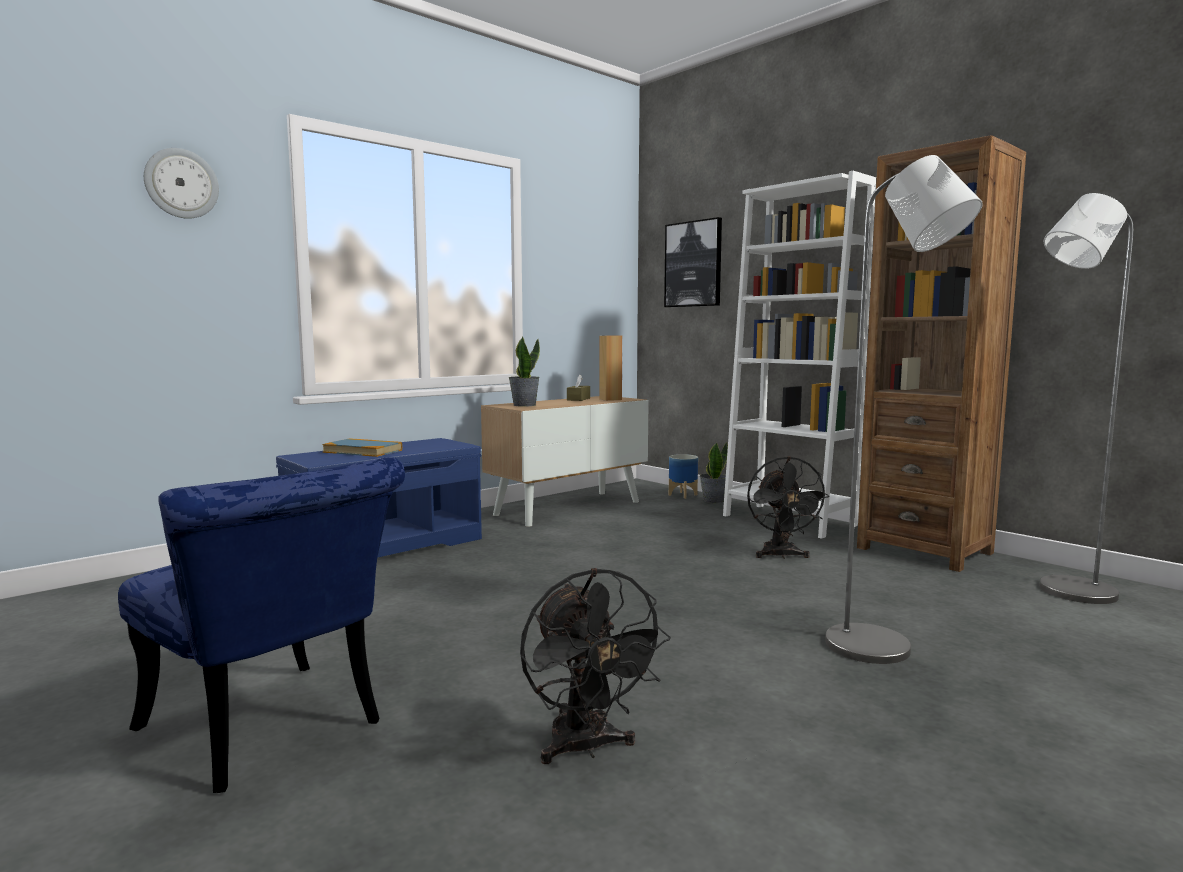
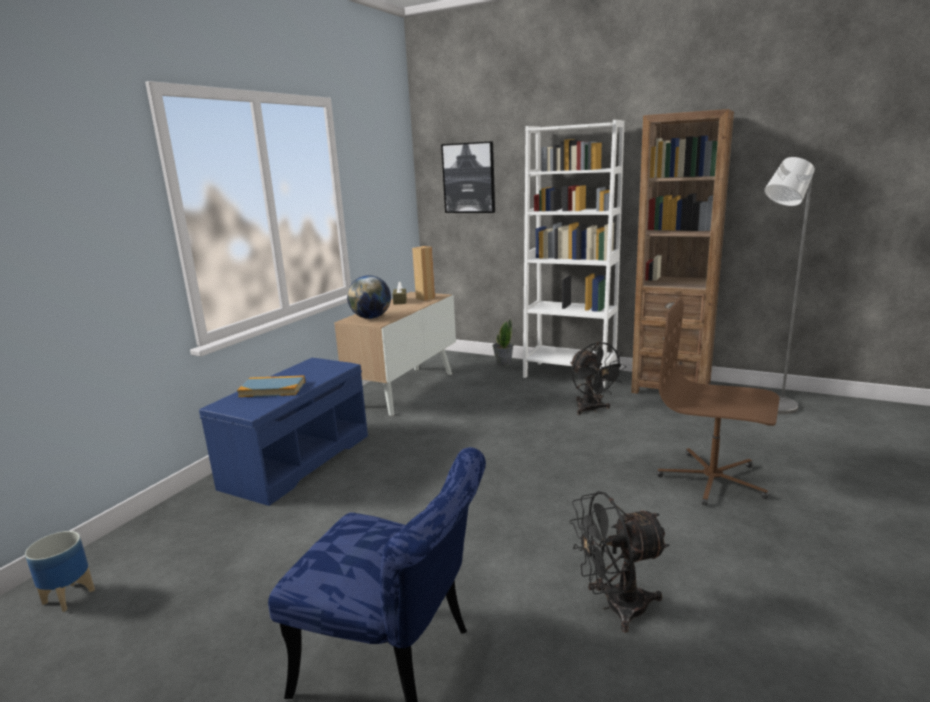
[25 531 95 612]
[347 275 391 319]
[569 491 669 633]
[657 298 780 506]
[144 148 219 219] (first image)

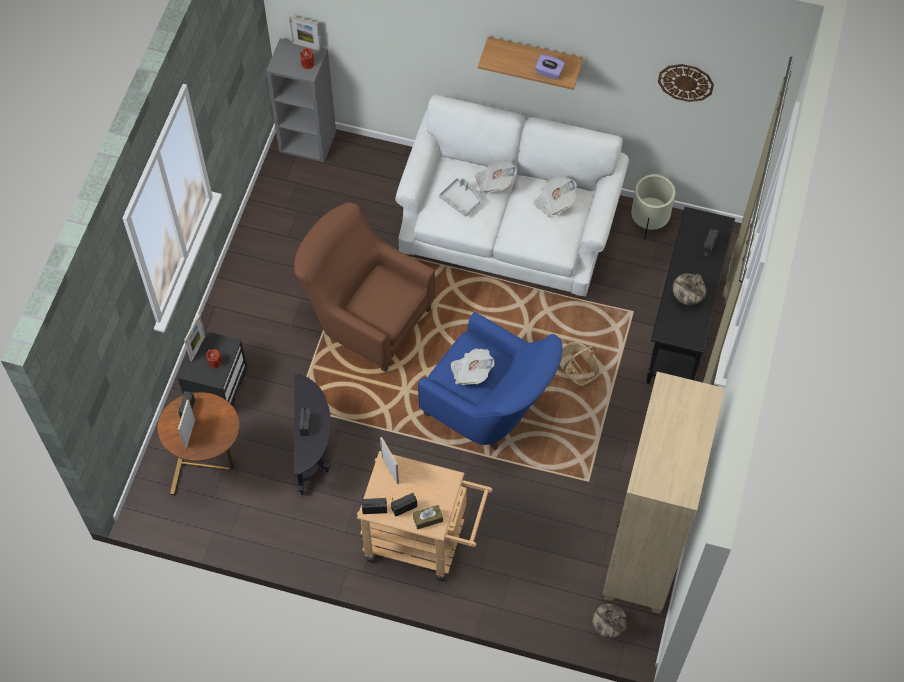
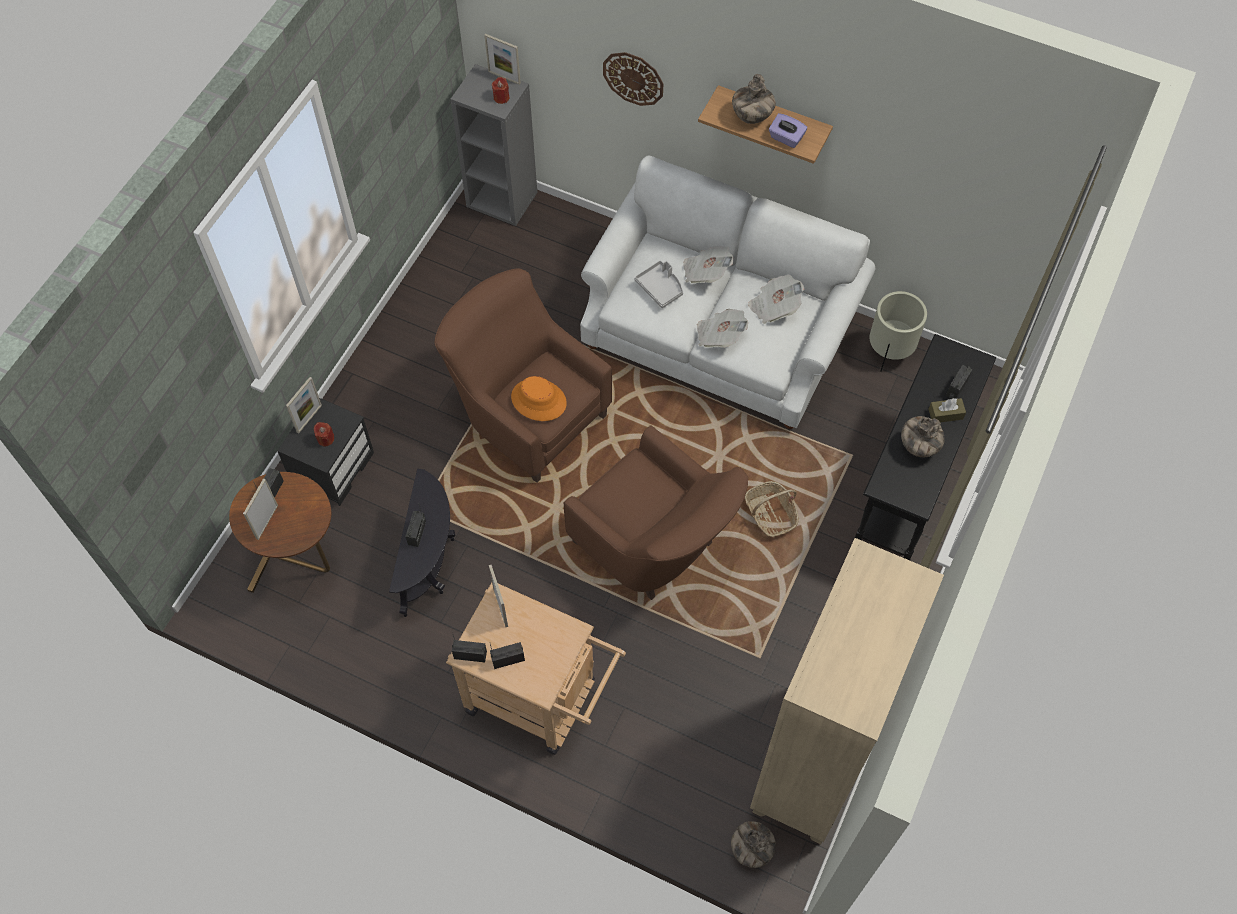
[511 376 567 421]
[564 425 748 600]
[603 52 663 106]
[697 309 748 348]
[732 74 776 124]
[928 398 966 422]

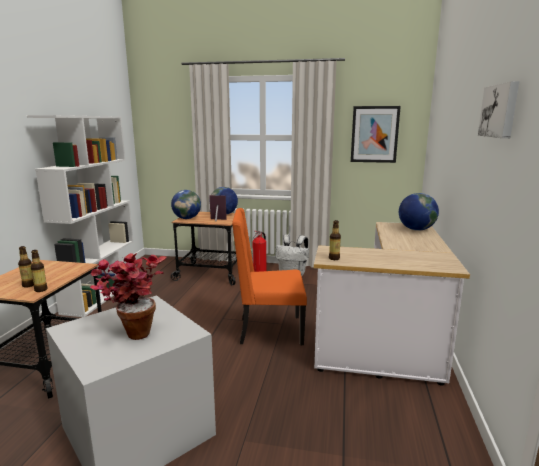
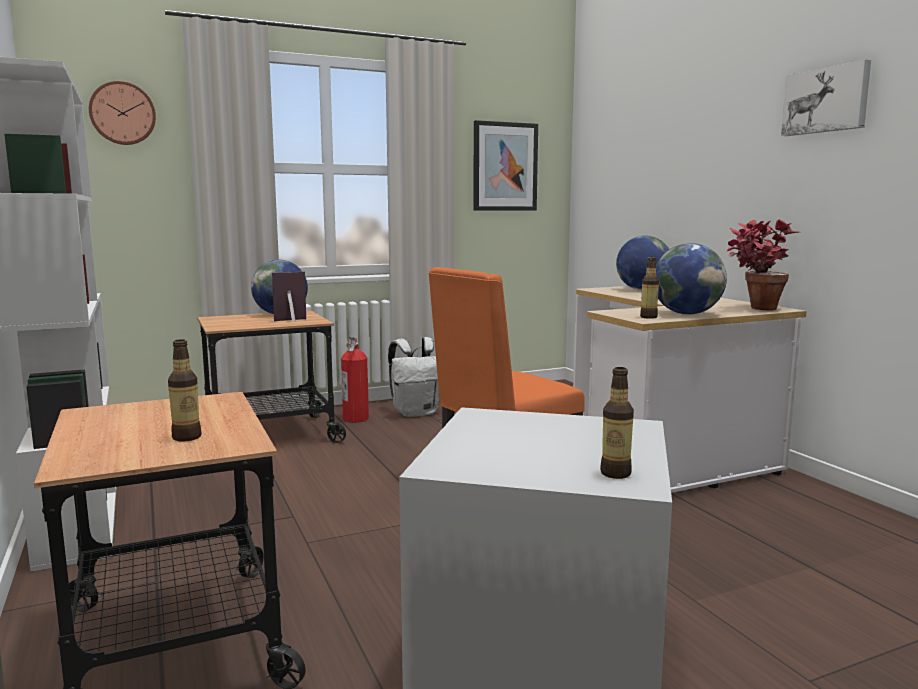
[89 81 156 145]
[600 367 634 479]
[656 243 727 314]
[727 219 799 311]

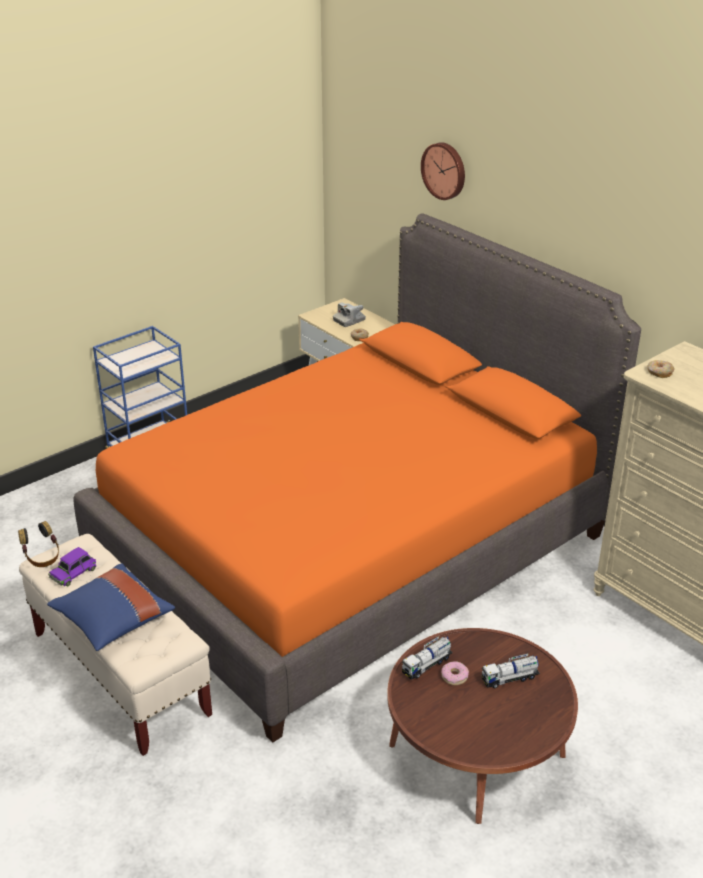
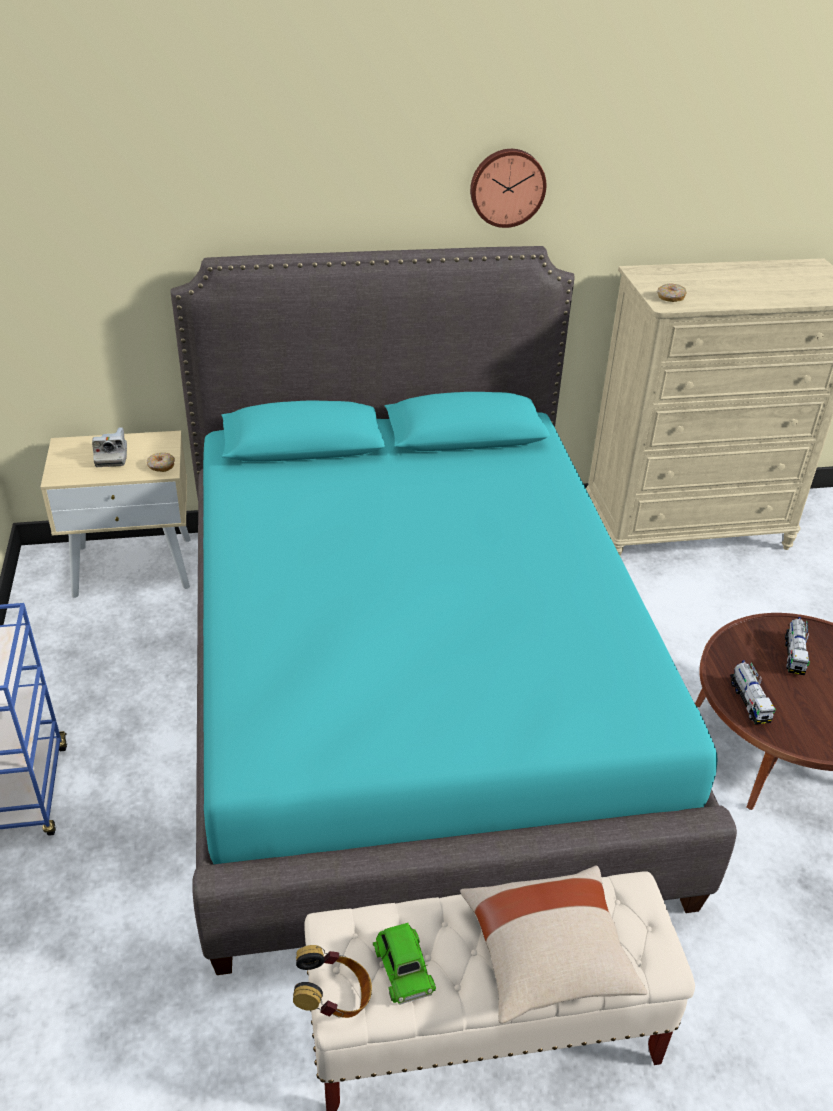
[171 246 737 975]
[373 923 436 1005]
[460 866 648 1024]
[470 149 546 228]
[441 661 469 685] (first image)

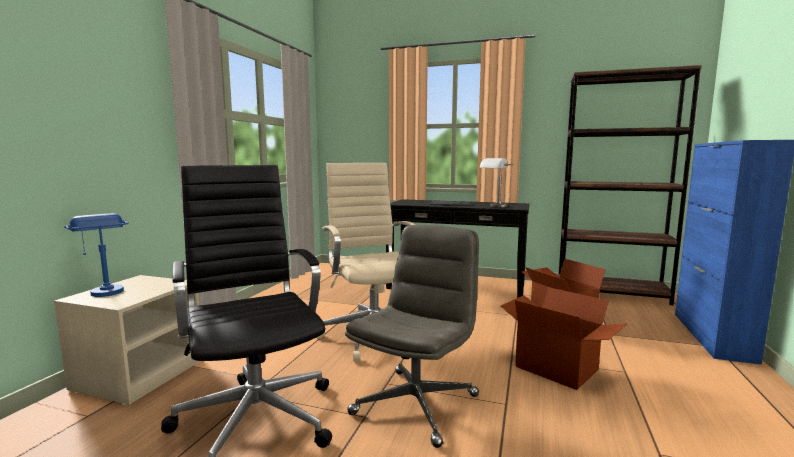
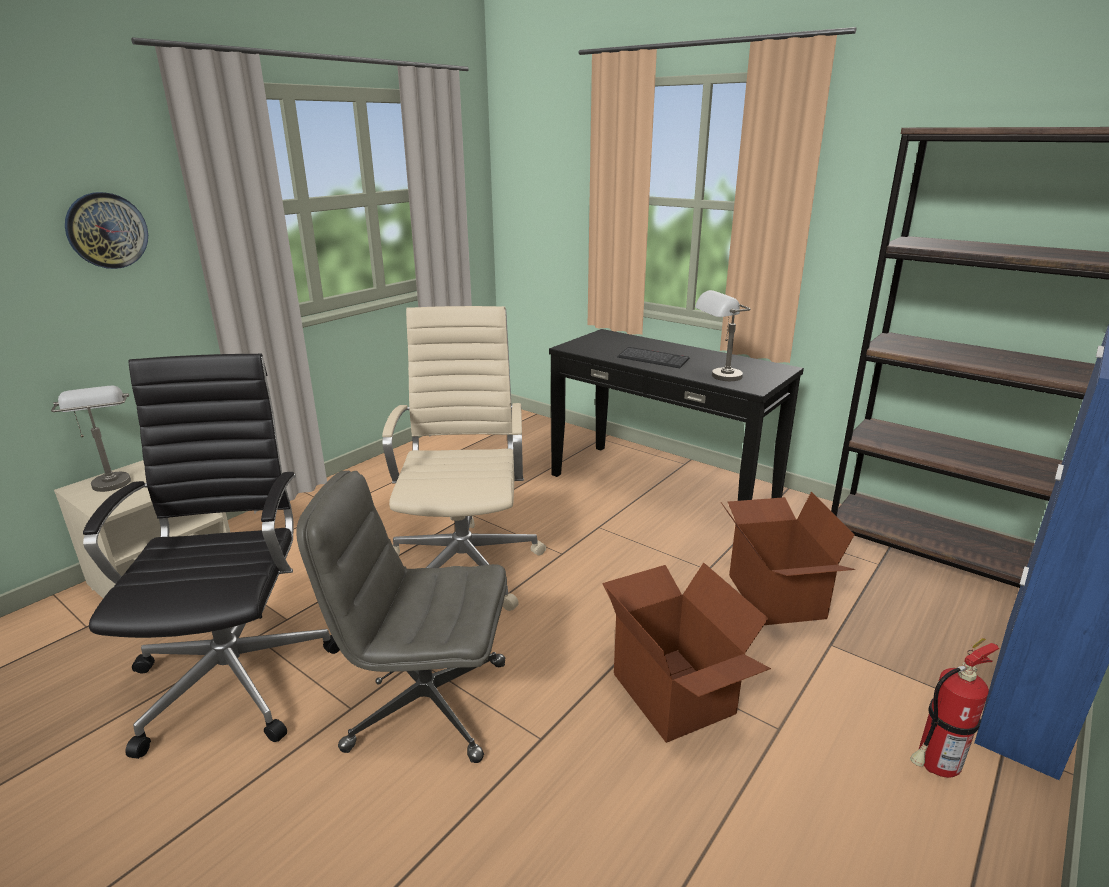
[51 386 131 492]
[65 192 148 269]
[296 471 507 763]
[910 638 999 778]

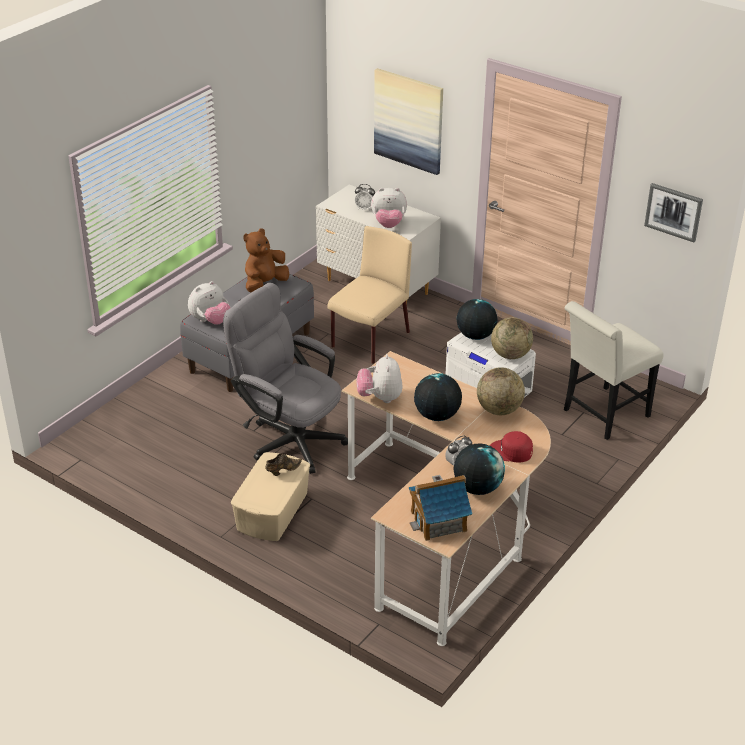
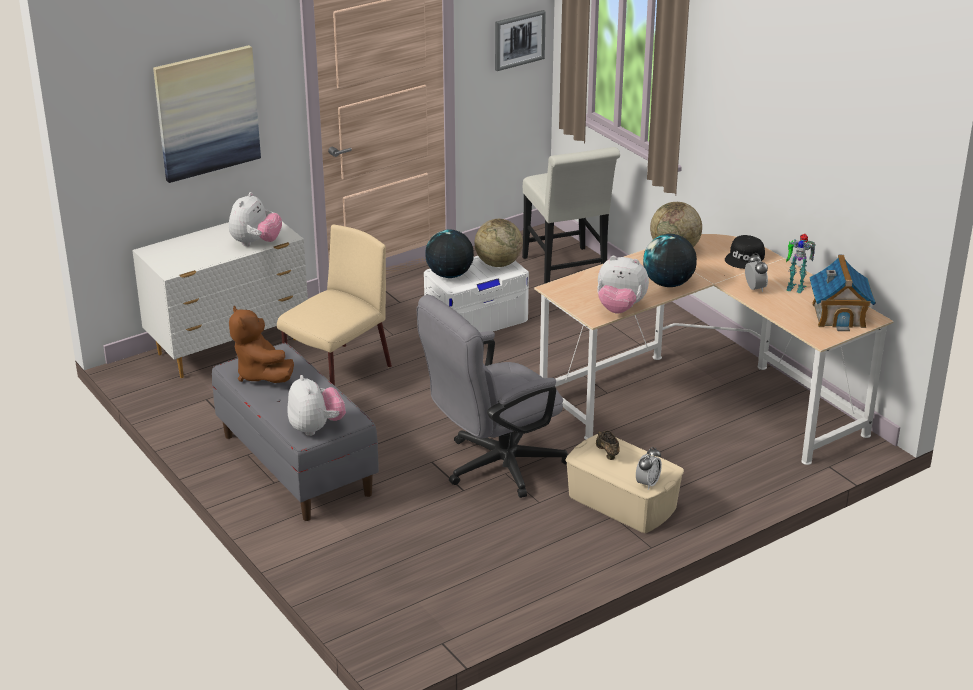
[277 225 392 386]
[636 447 662 490]
[725 235 765 269]
[786 234 816 293]

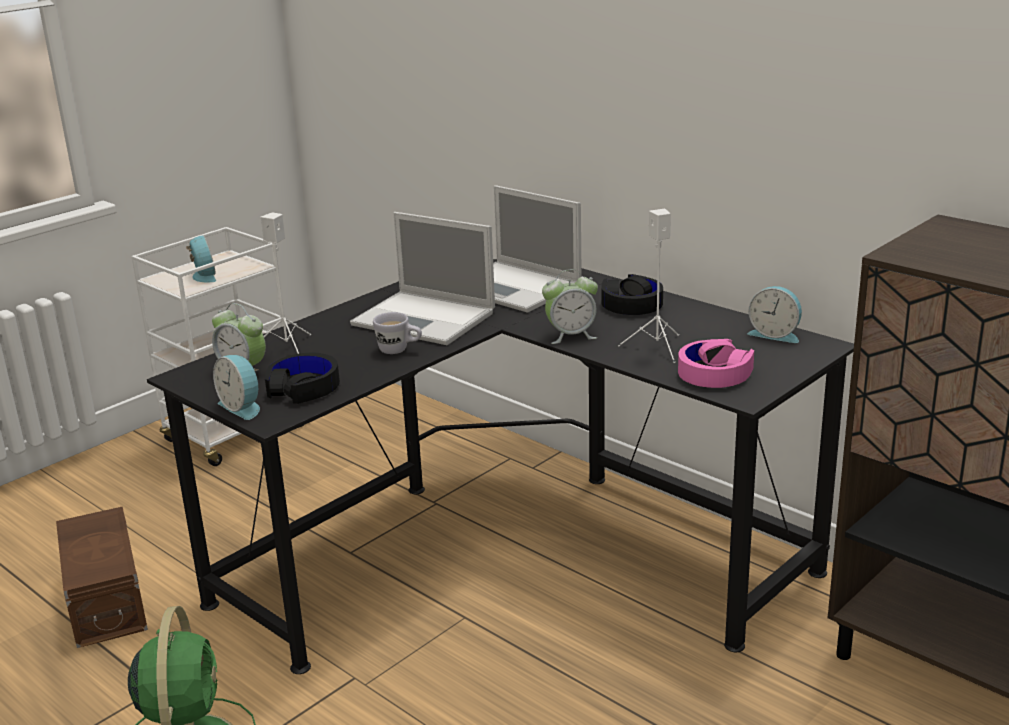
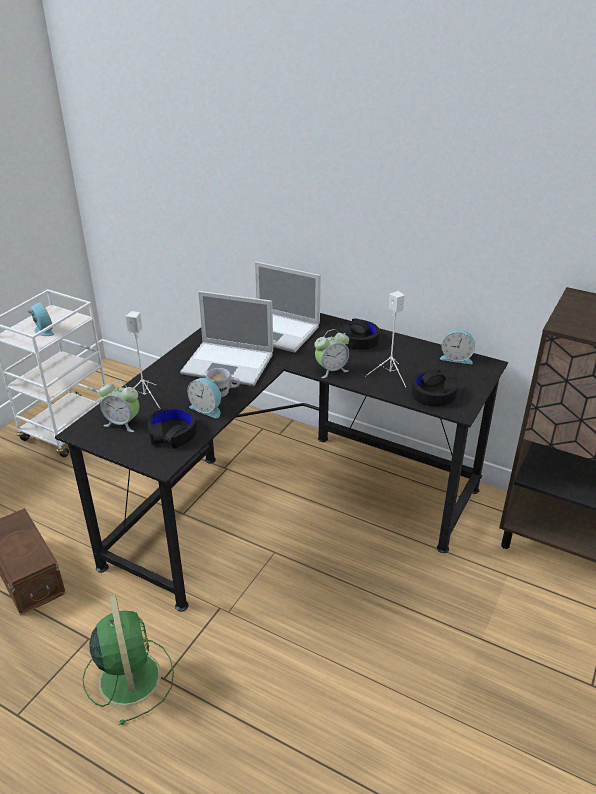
[187 378 221 418]
[411 369 458 406]

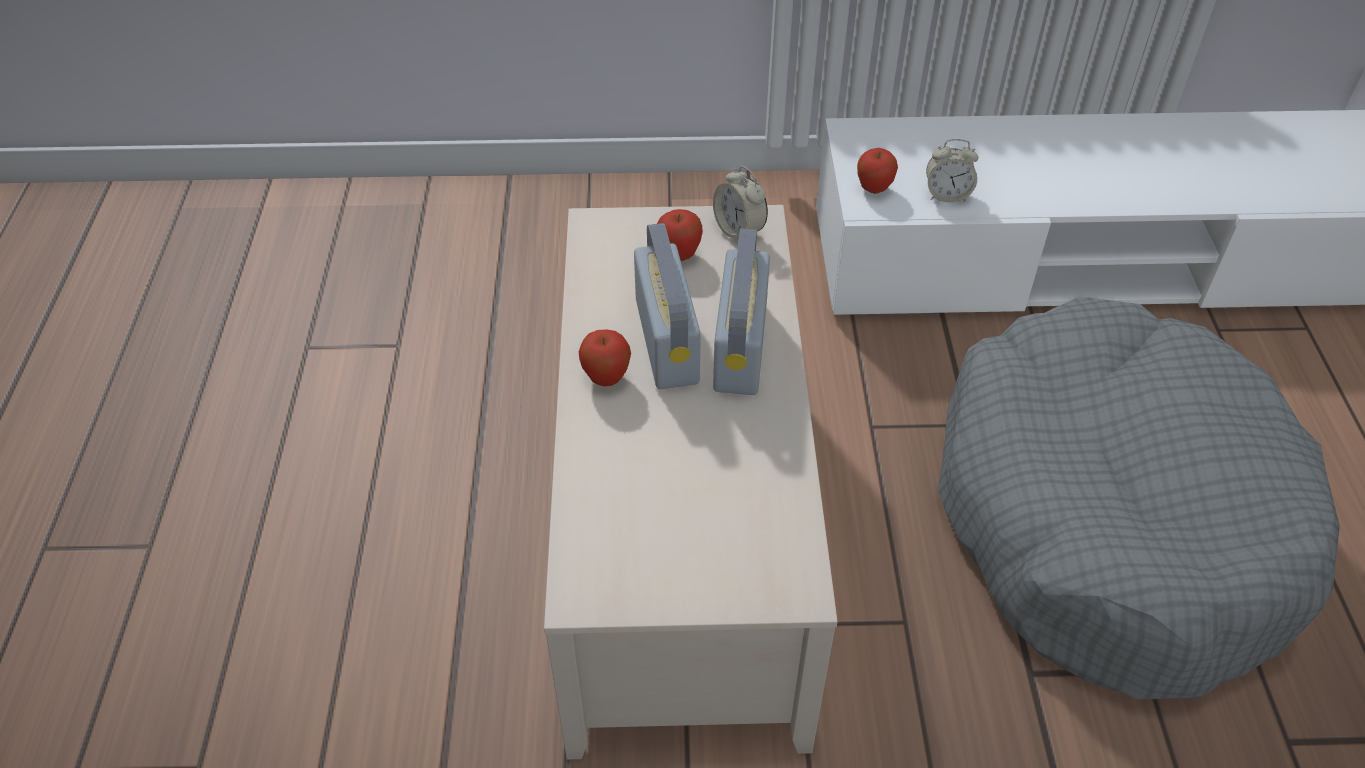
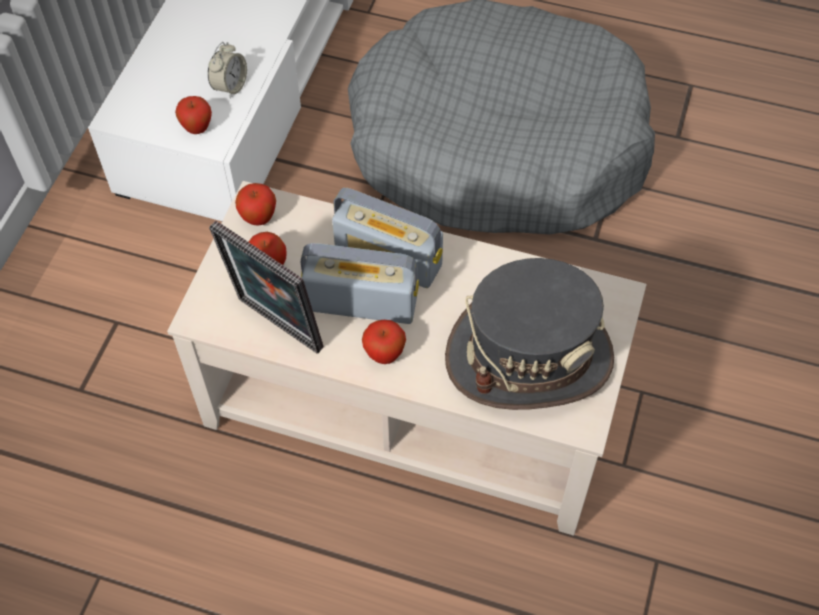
[209 220 324 354]
[235 183 276 226]
[445 258 614 410]

